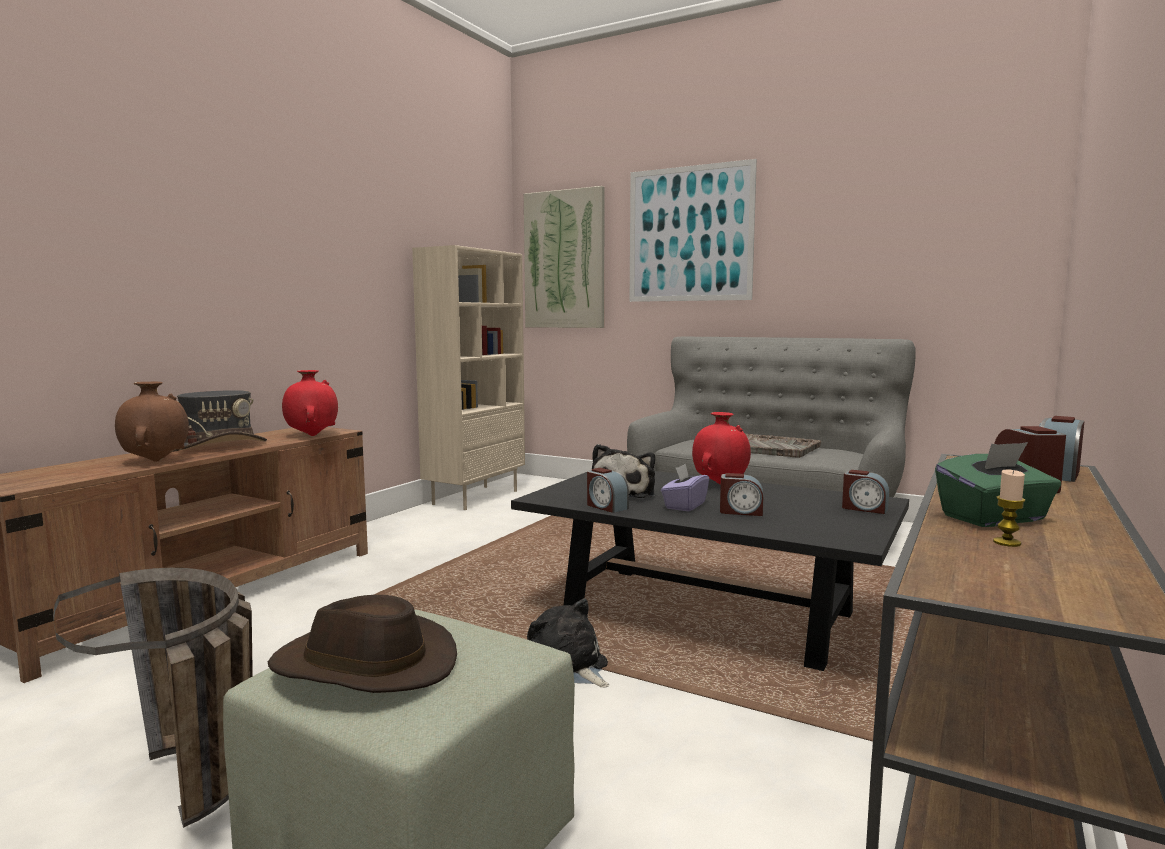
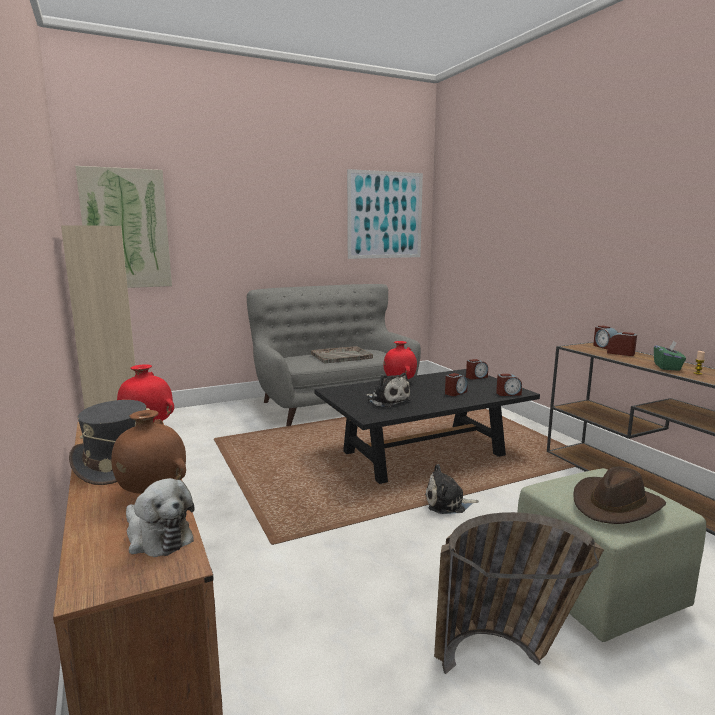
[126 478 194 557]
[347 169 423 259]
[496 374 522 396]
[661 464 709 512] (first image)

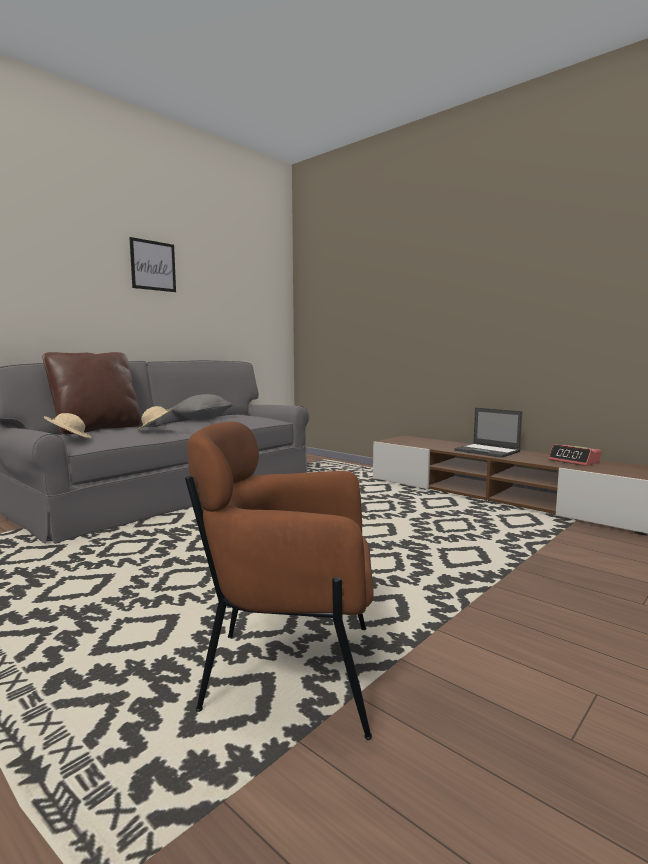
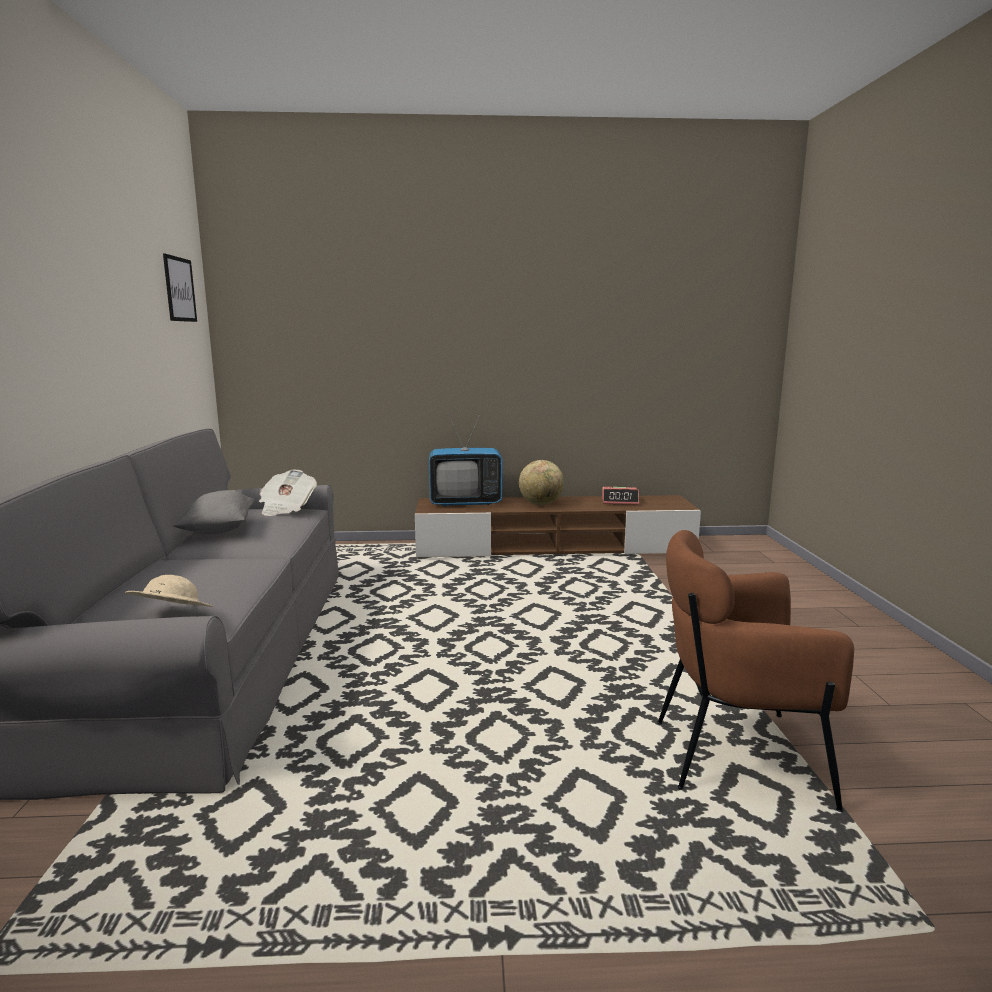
[163 254 197 322]
[259 470 317 516]
[429 414 503 506]
[519 460 564 505]
[657 530 854 812]
[43 352 141 434] (first image)
[136 406 175 431] (first image)

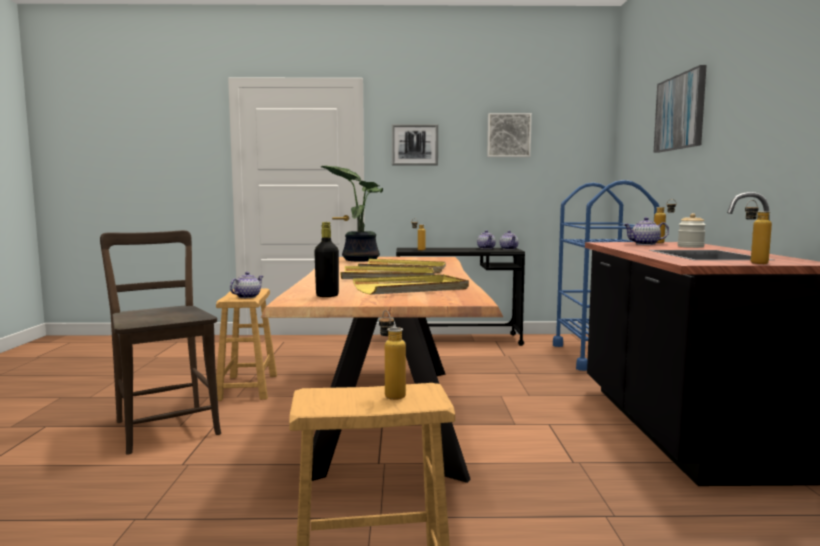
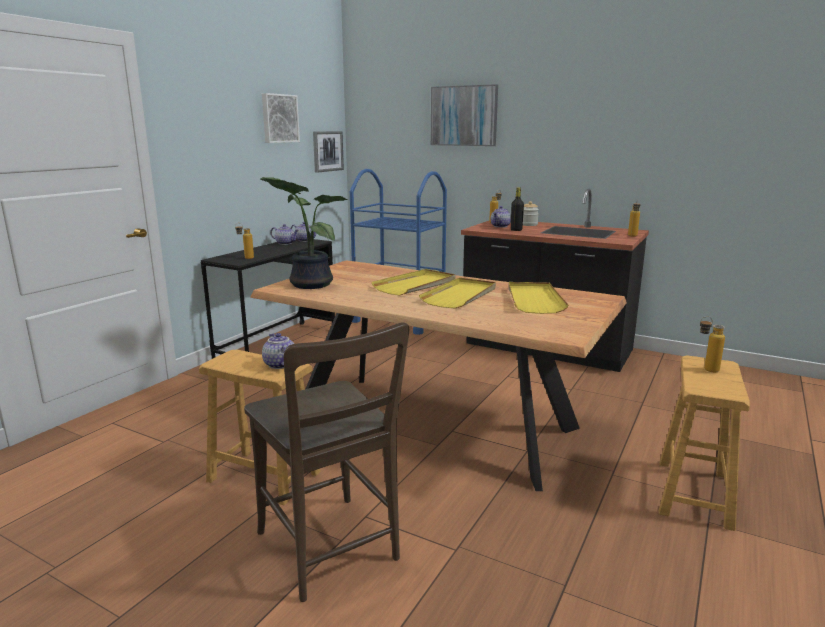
[244 322 409 602]
[313 131 344 173]
[511 187 524 231]

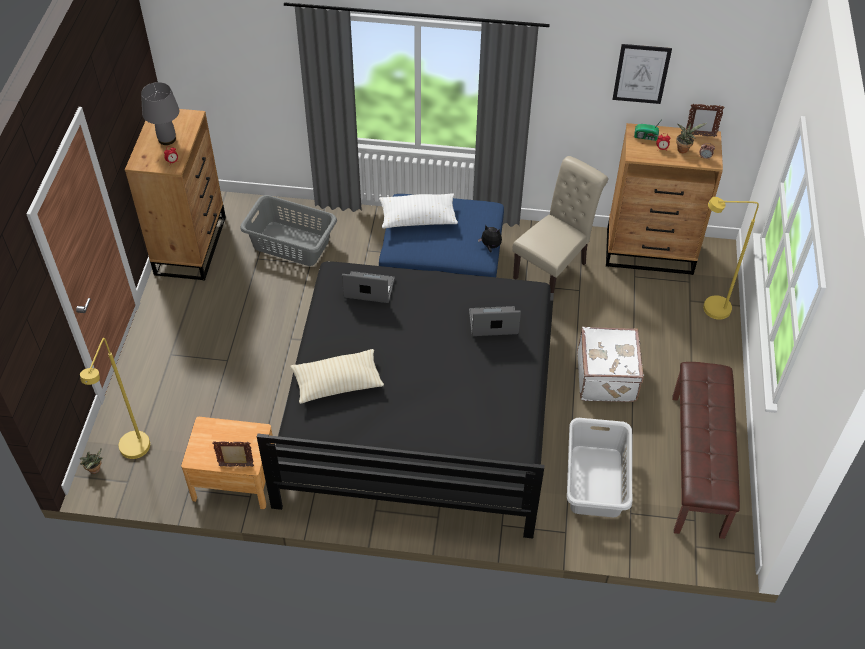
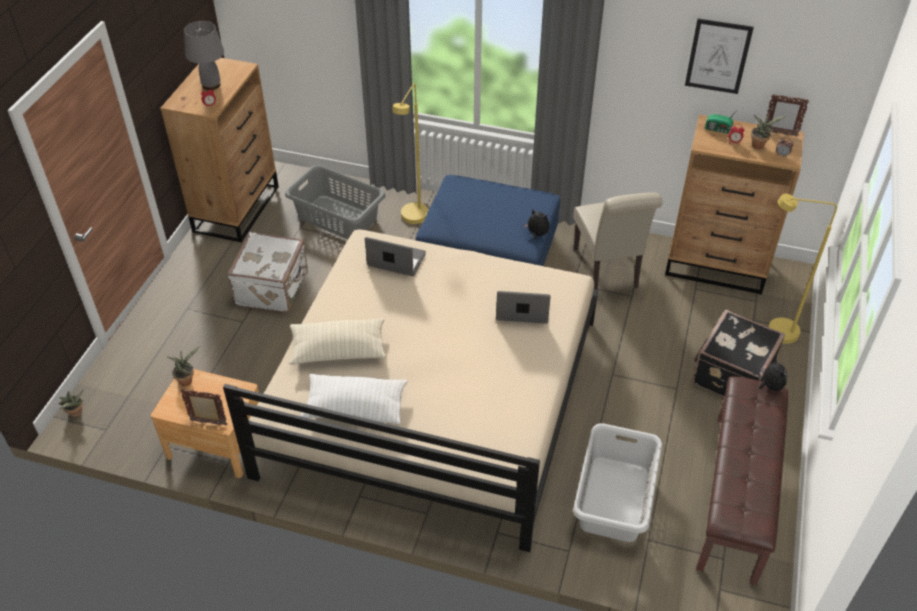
[168 346 200 387]
[223 229 598 552]
[227 232 308 312]
[300 374 408 424]
[393 83 428 224]
[574 193 663 290]
[692 310 785 397]
[759 357 787 391]

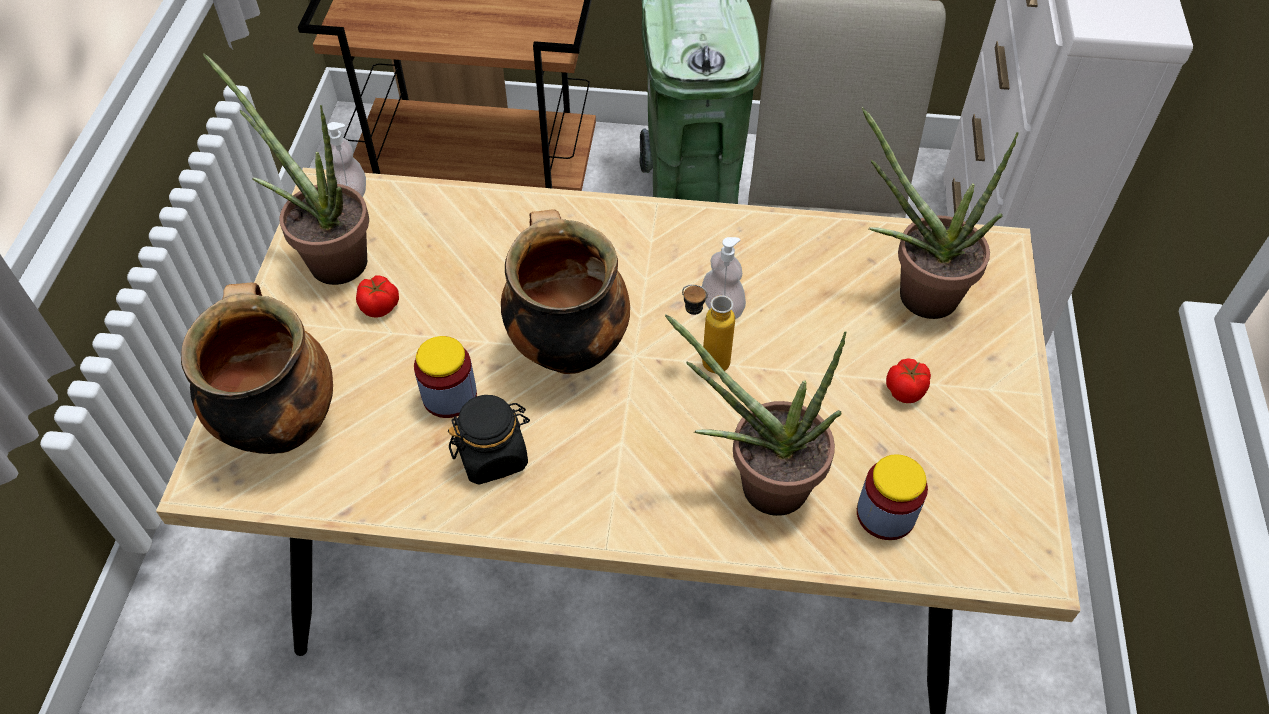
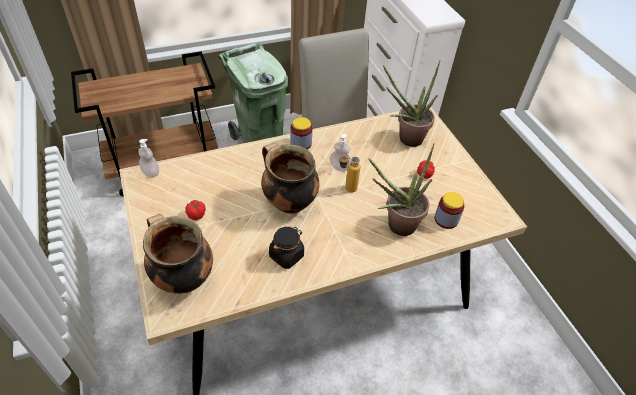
[290 117 312 149]
[202 53 369 285] (first image)

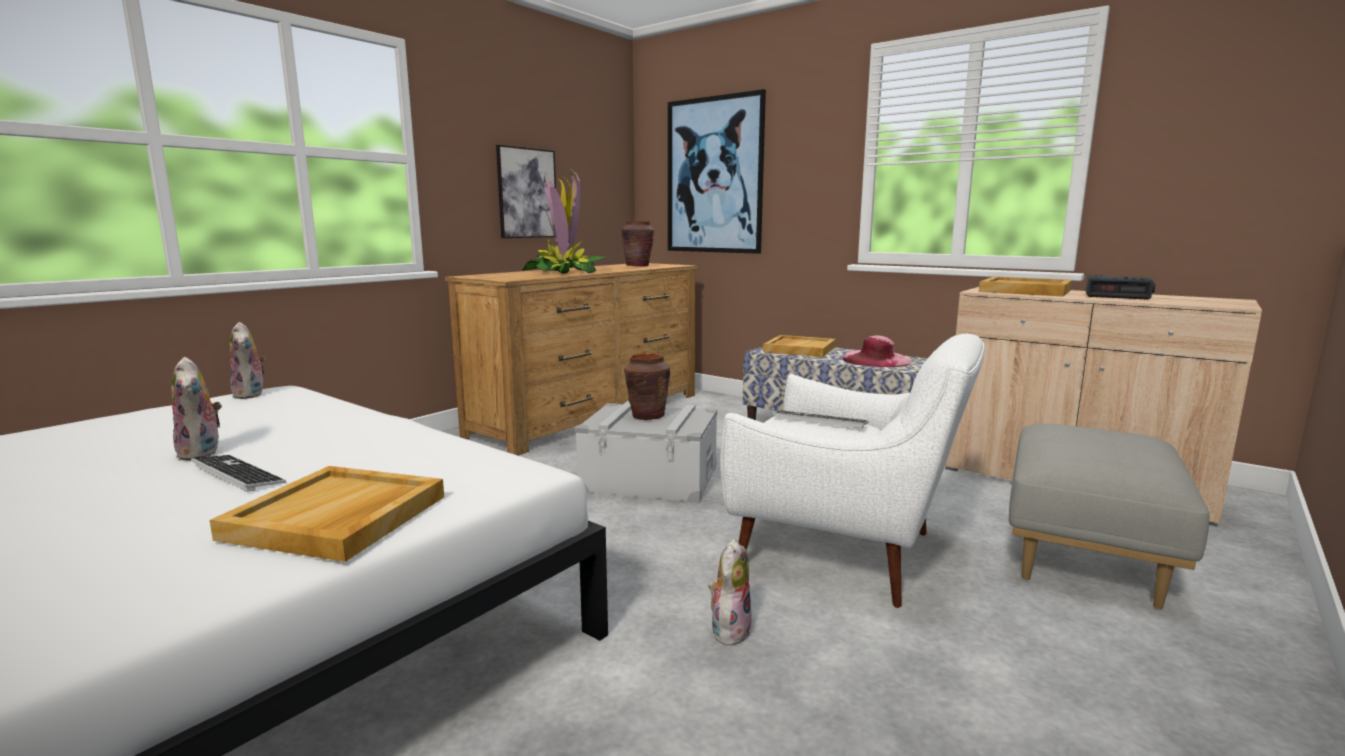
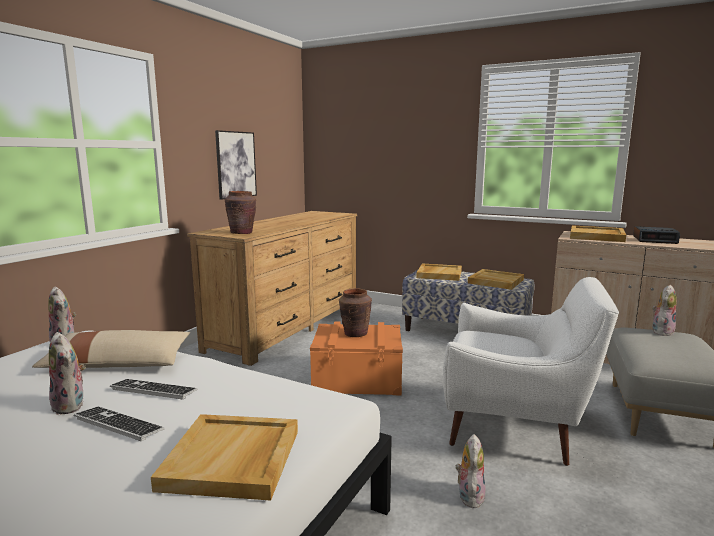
[32 330 190 368]
[110 379 198 400]
[225 191 256 234]
[310 321 403 395]
[468 269 524 290]
[651 285 677 336]
[522 169 605 274] (first image)
[668 89 766 254] (first image)

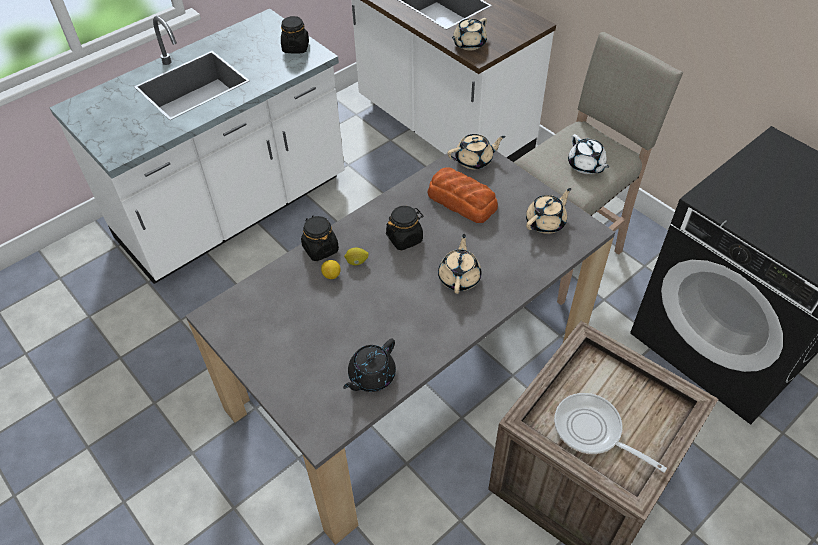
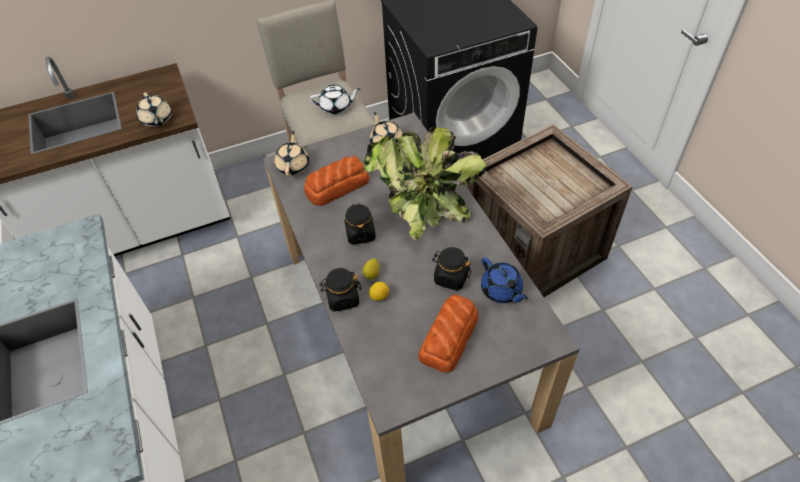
[363 126 486 240]
[418 294 478 373]
[432 247 471 291]
[481 257 528 303]
[554 393 667 473] (first image)

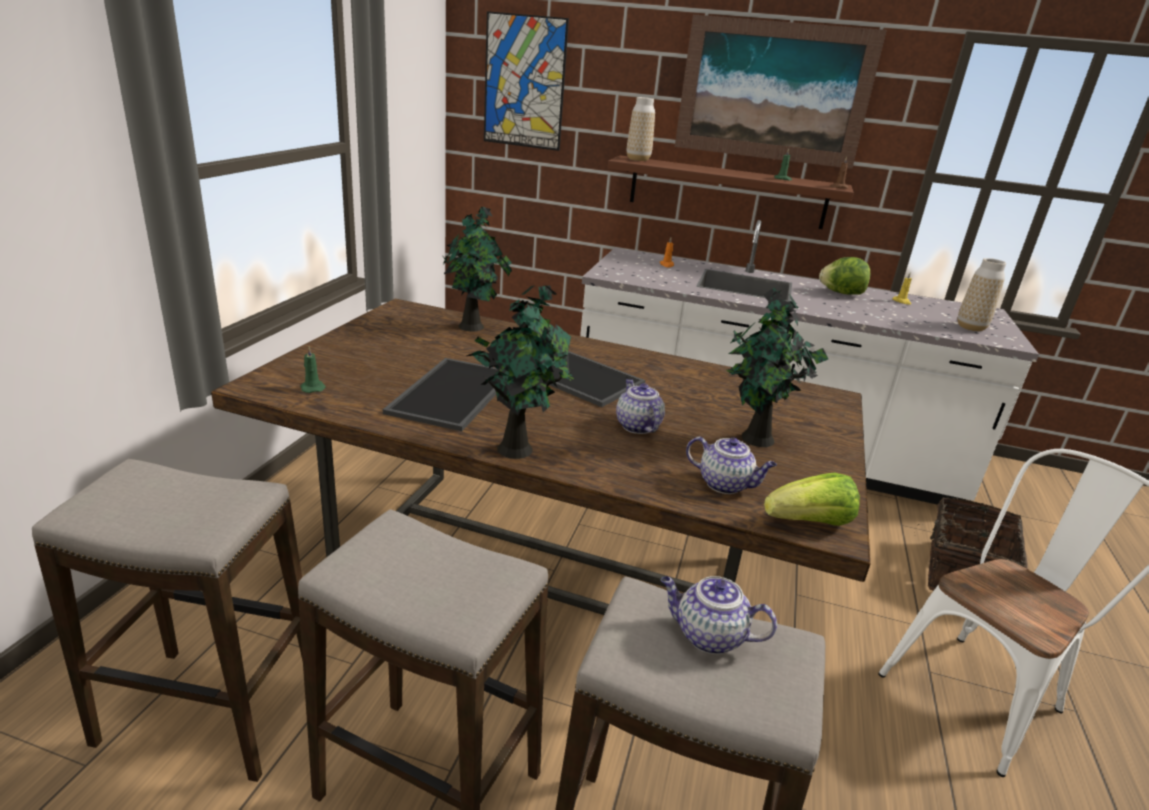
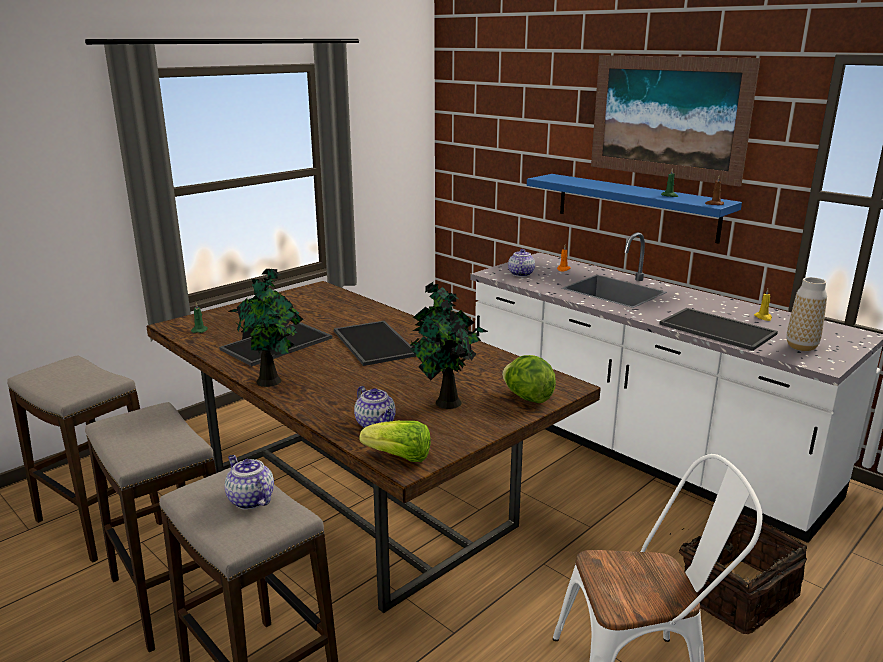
[502 355 556 403]
[508 249 535 277]
[527 174 742 244]
[659 308 778 351]
[442 206 512 331] (first image)
[484 11 569 151] (first image)
[627 97 655 161] (first image)

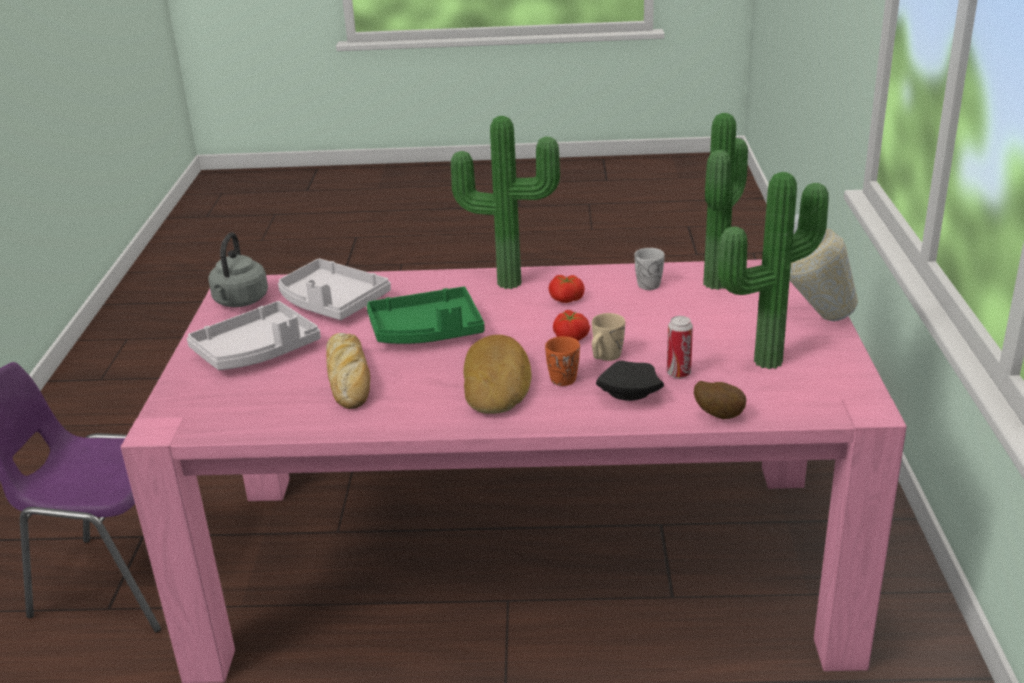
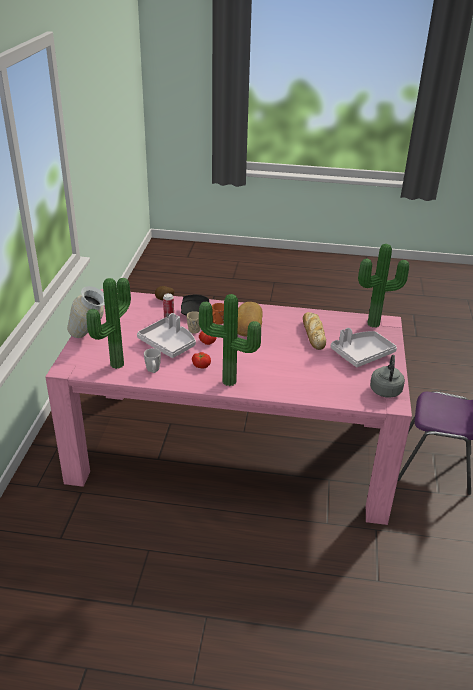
[137 313 196 358]
[358 244 409 328]
[367 287 484 344] (first image)

